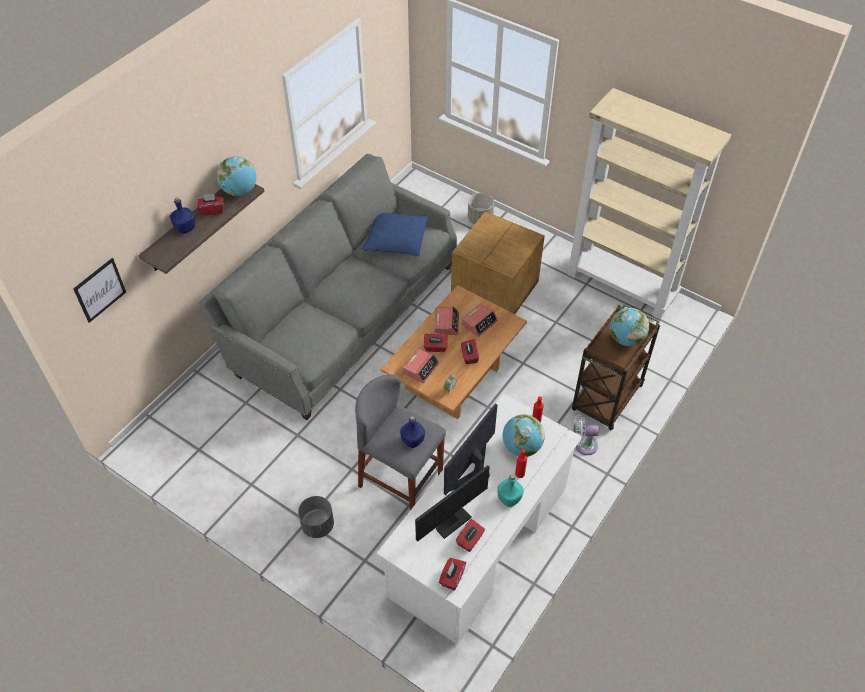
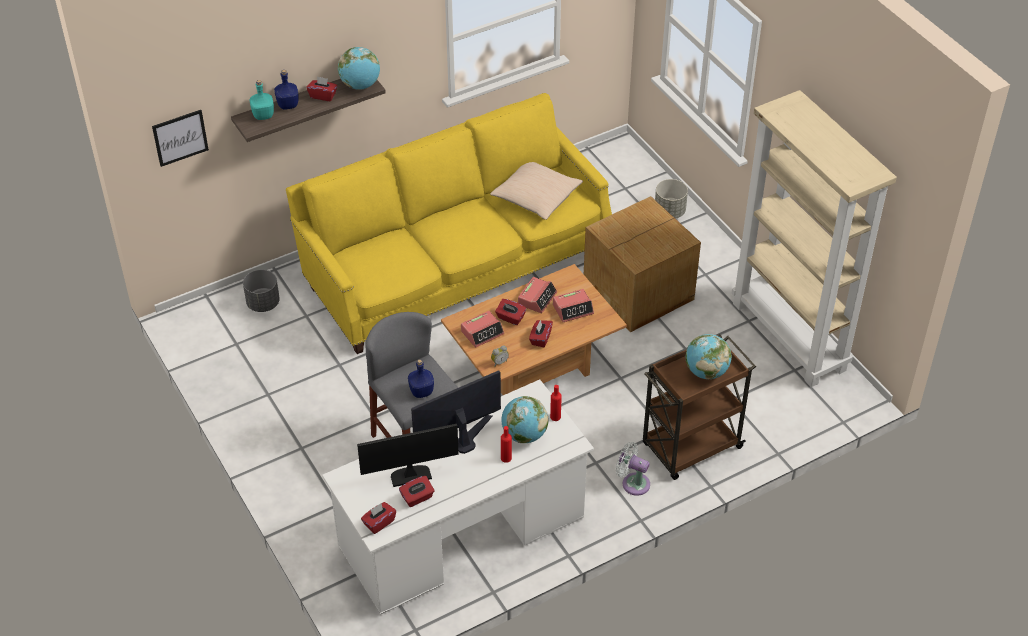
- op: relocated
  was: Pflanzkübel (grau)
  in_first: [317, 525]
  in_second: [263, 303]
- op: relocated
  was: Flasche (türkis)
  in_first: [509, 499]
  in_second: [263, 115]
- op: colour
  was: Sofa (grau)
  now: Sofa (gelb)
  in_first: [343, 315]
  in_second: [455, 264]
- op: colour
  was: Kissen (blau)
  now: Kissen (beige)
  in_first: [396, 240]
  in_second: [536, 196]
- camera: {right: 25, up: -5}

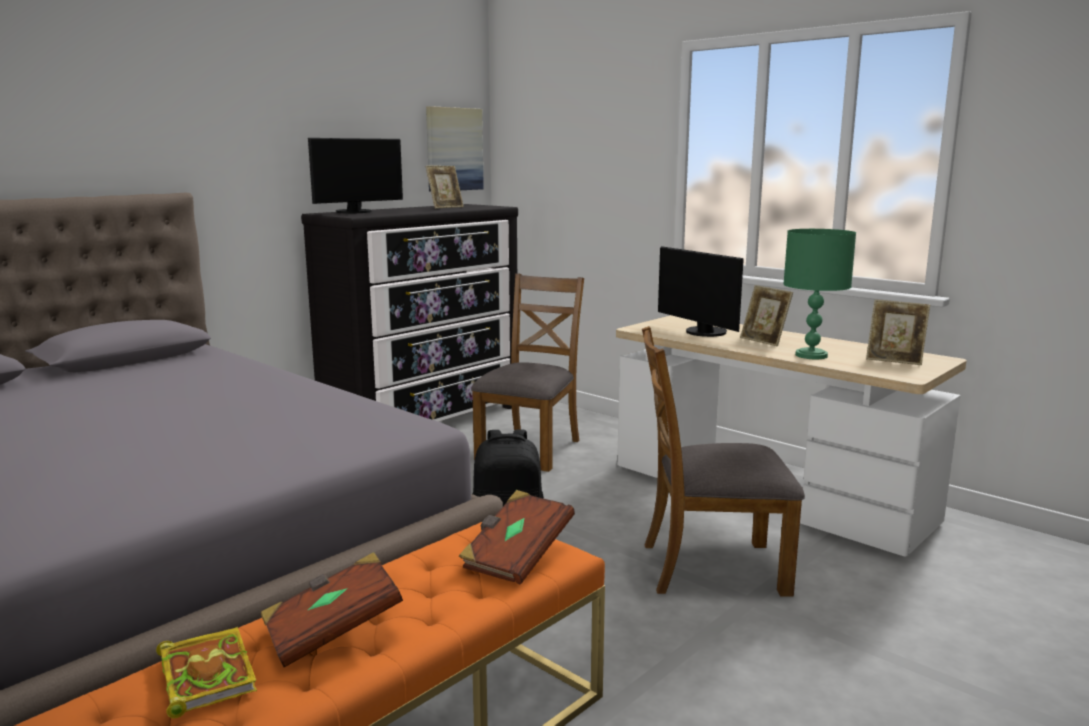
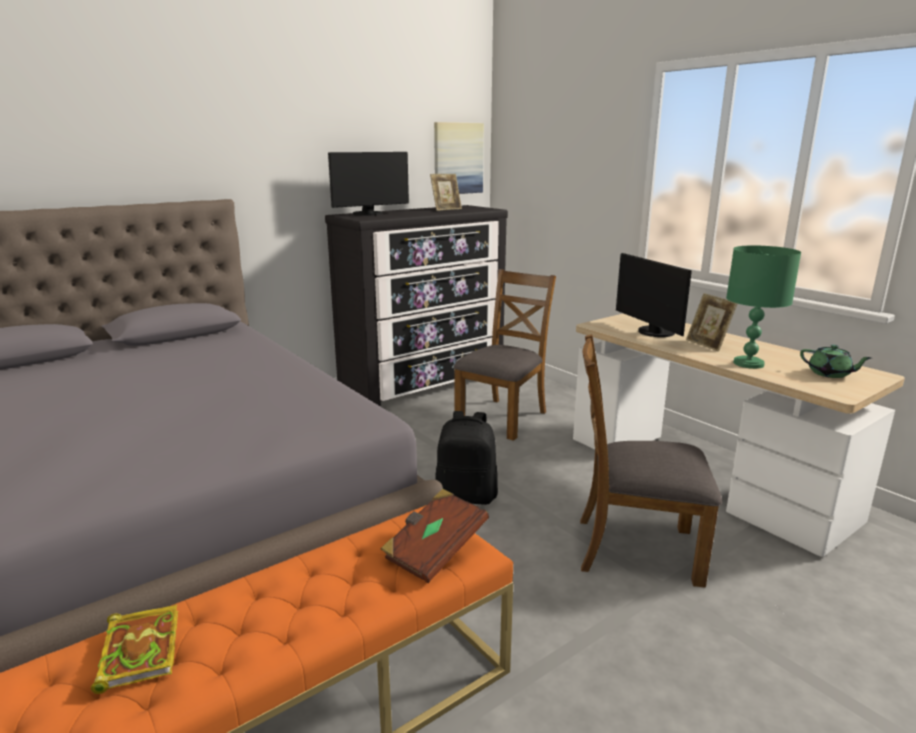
- op: missing
  was: Buch (braun)
  in_first: [332, 631]
- op: exchanged
  was: Bilderrahmen
  now: Teekanne (grün)
  in_first: [894, 360]
  in_second: [830, 374]
- camera: {right: 10, up: 5}

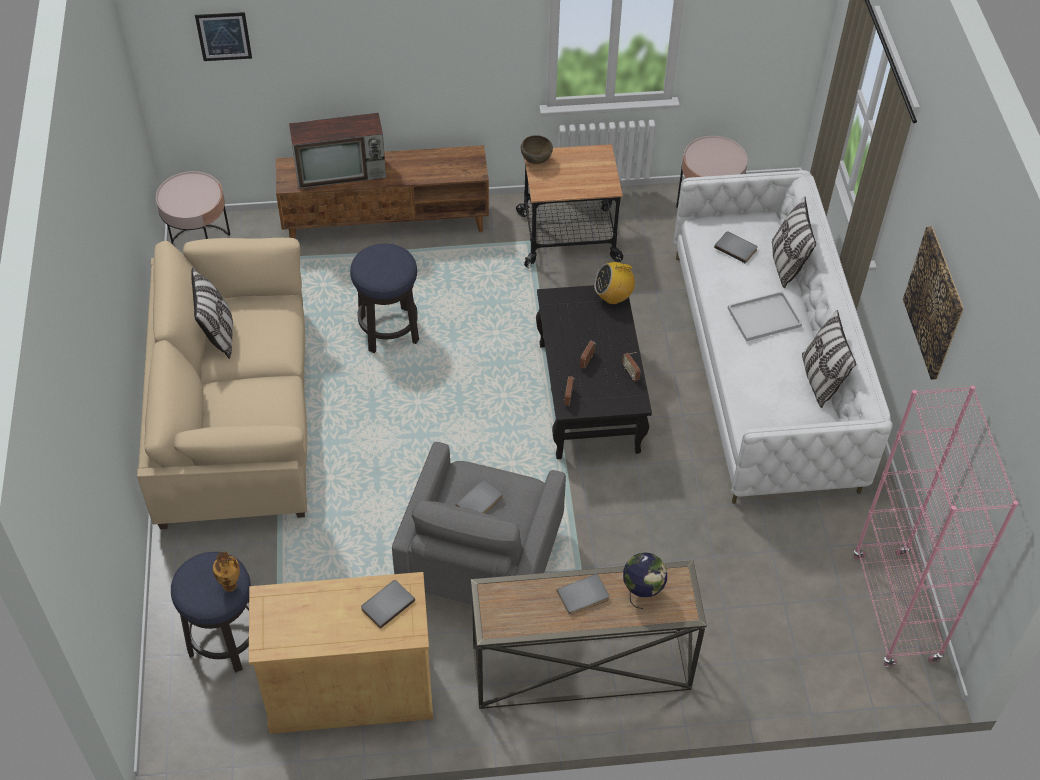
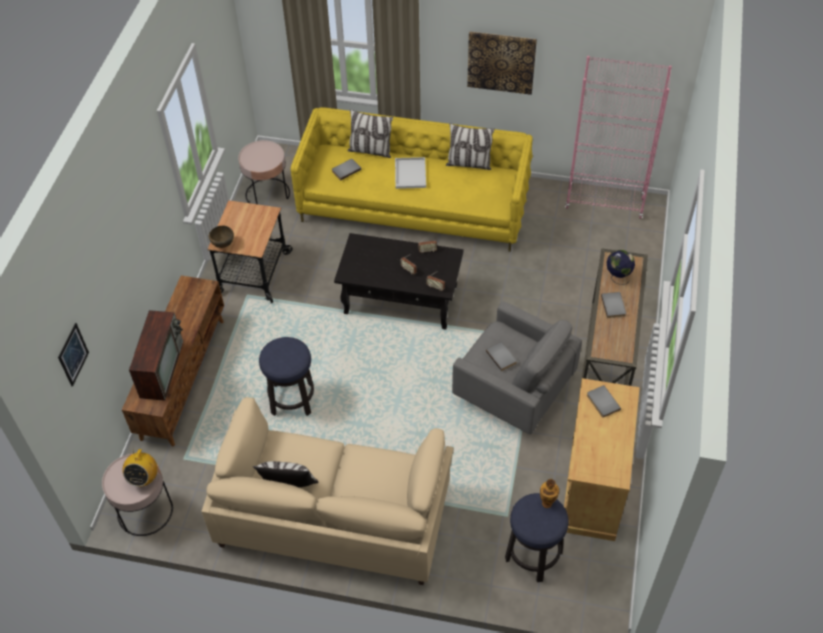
- op: relocated
  was: Radio
  in_first: [613, 297]
  in_second: [144, 478]
- op: colour
  was: Sofa (weiß)
  now: Sofa (gelb)
  in_first: [763, 369]
  in_second: [414, 206]
- camera: {right: -70, up: 0}

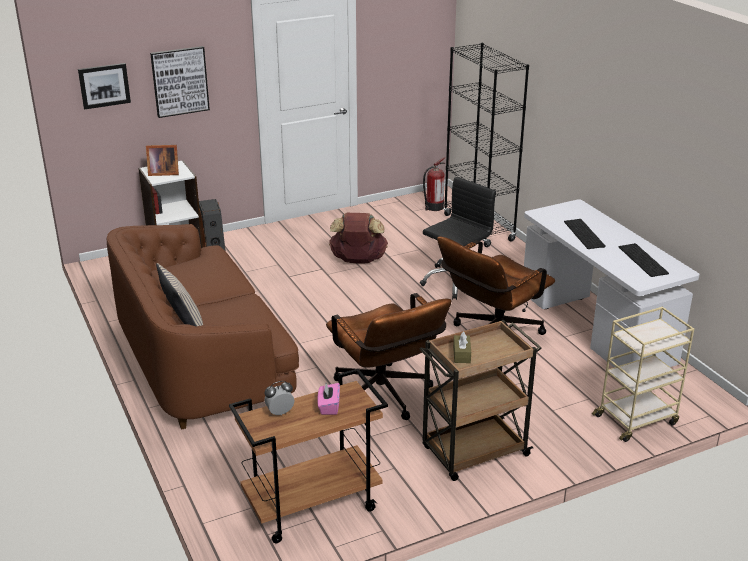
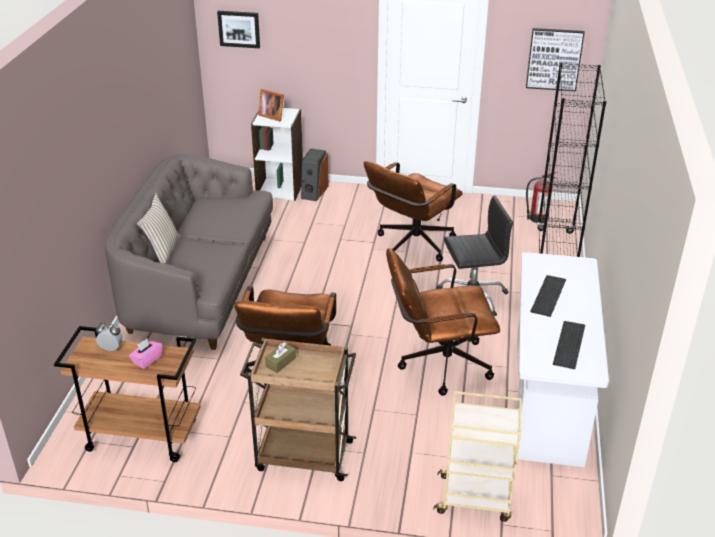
- op: relocated
  was: Bild
  in_first: [180, 81]
  in_second: [554, 59]
- op: exchanged
  was: Rucksack (braun)
  now: Bürostuhl (braun)
  in_first: [358, 261]
  in_second: [411, 246]
- op: colour
  was: Sofa (braun)
  now: Sofa (grau)
  in_first: [202, 360]
  in_second: [200, 285]
- camera: {right: 35, up: 5}

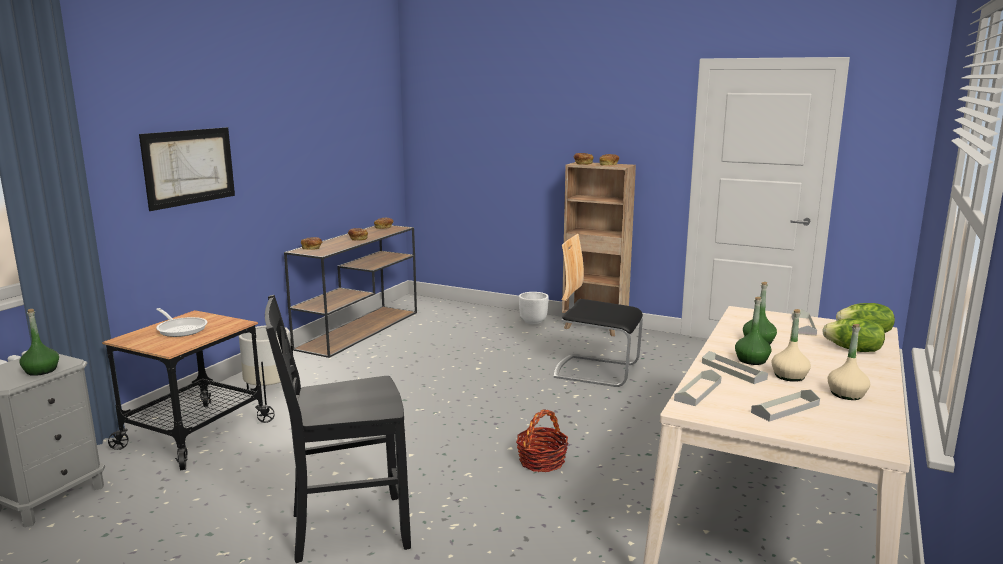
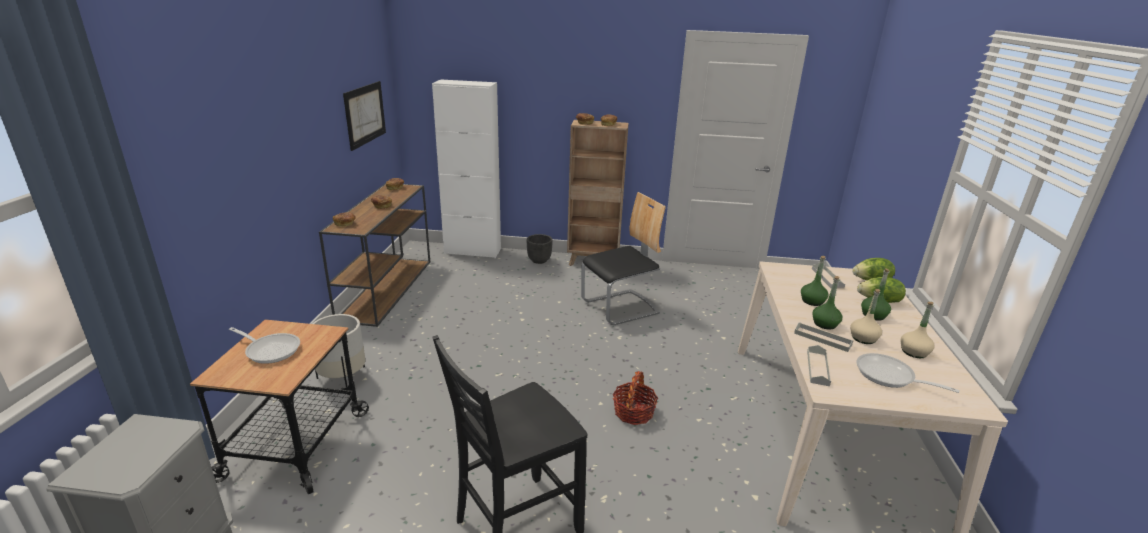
- op: appeared
  now: Schrank (weiß)
  in_second: [472, 251]
- op: relocated
  was: Flasche (grün)
  in_first: [41, 371]
  in_second: [873, 315]
- op: relocated
  was: Bild
  in_first: [189, 167]
  in_second: [365, 114]
- op: exchanged
  was: Tablett (grau)
  now: Pfanne
  in_first: [785, 409]
  in_second: [889, 376]
- op: colour
  was: Pflanzkübel (weiß)
  now: Pflanzkübel (schwarz)
  in_first: [533, 321]
  in_second: [539, 260]
- op: spun
  was: Stuhl
  in_first: [596, 370]
  in_second: [620, 307]
  clockwise: 150
- camera: {right: -20, up: 10}

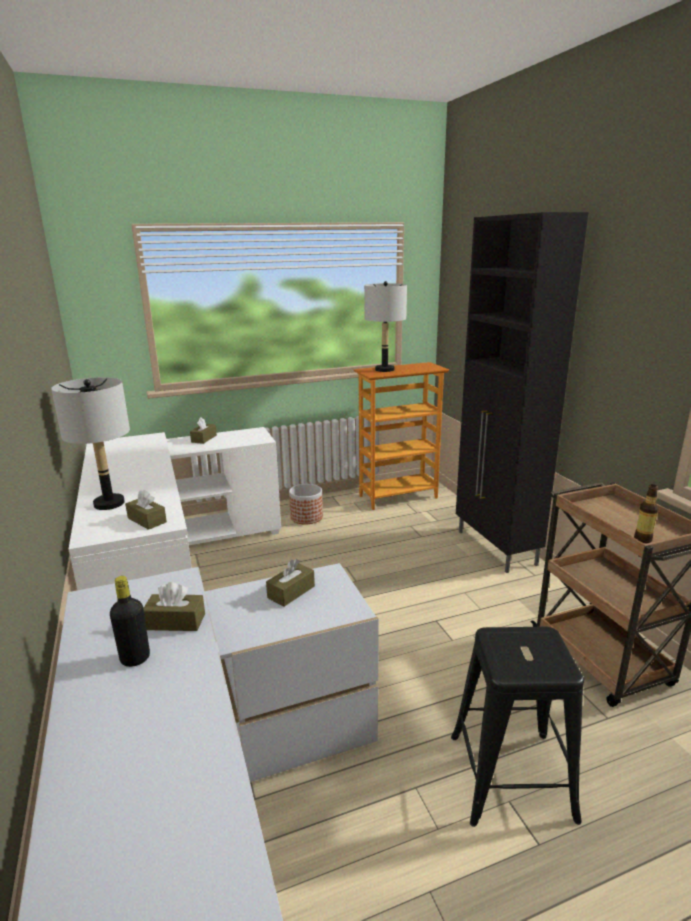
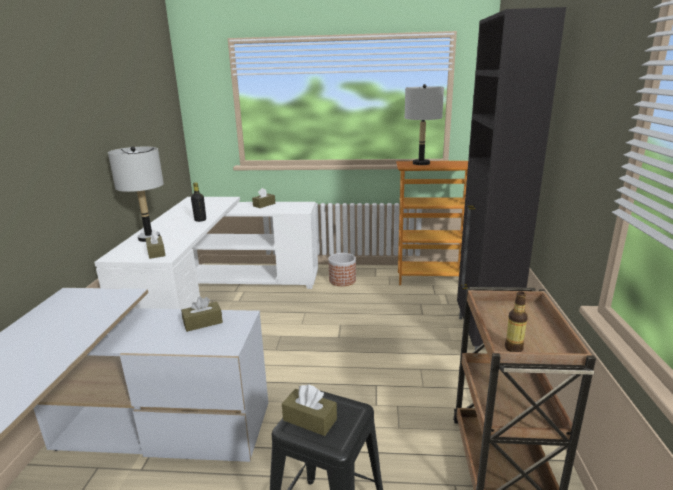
- op: relocated
  was: Flasche (schwarz)
  in_first: [135, 658]
  in_second: [200, 220]
- op: relocated
  was: Taschentuchbox (braun)
  in_first: [175, 622]
  in_second: [310, 419]
- camera: {right: 25, up: 0}

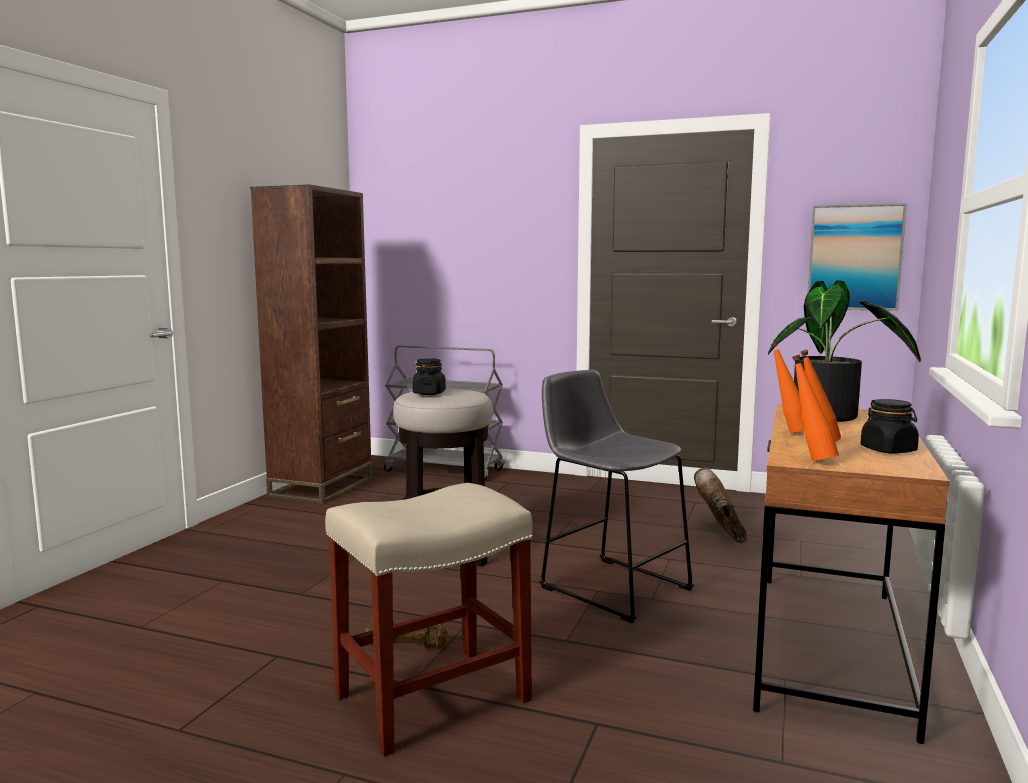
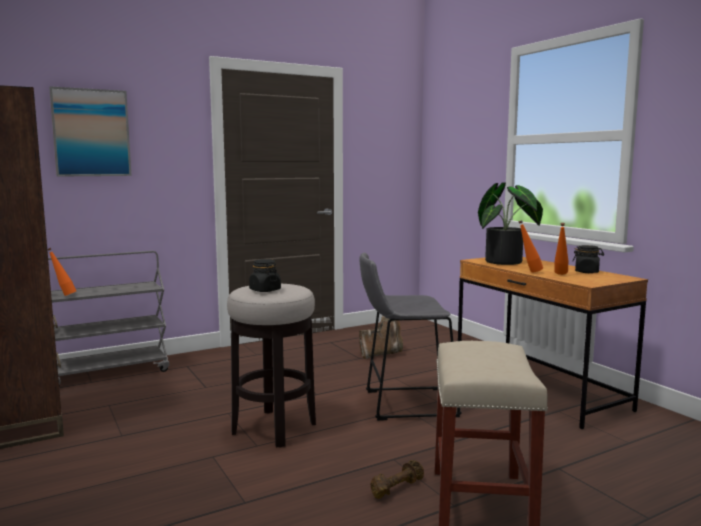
- op: relocated
  was: Flasche (orange)
  in_first: [810, 459]
  in_second: [63, 295]
- op: relocated
  was: Bild
  in_first: [854, 257]
  in_second: [91, 133]
- op: spun
  was: Stiefel (braun)
  in_first: [721, 531]
  in_second: [381, 354]
  clockwise: 120
- camera: {right: -50, up: 0}

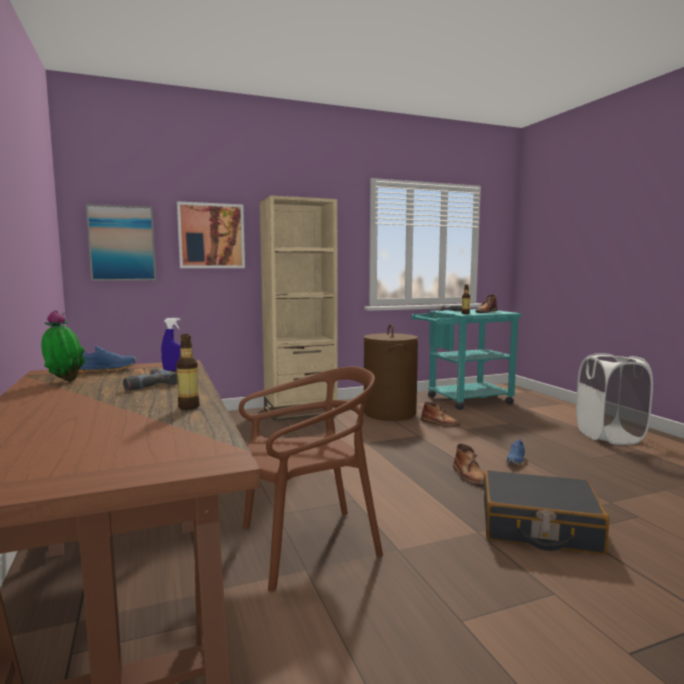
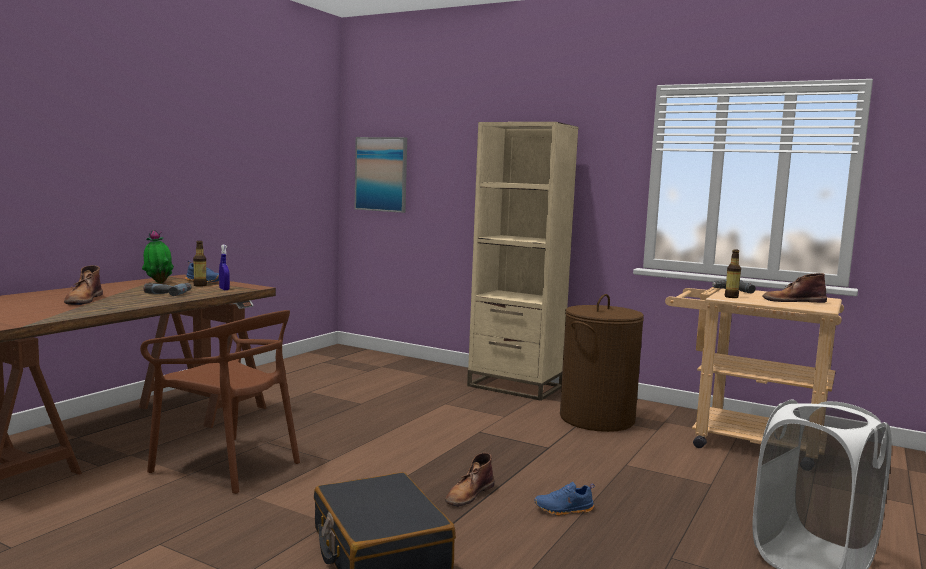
- op: missing
  was: Bild
  in_first: [211, 236]
- op: relocated
  was: Flasche
  in_first: [189, 407]
  in_second: [200, 285]
- op: relocated
  was: Stiefel (braun)
  in_first: [440, 423]
  in_second: [83, 299]
- op: colour
  was: Rollwagen (türkis)
  now: Rollwagen (beige)
  in_first: [463, 400]
  in_second: [743, 442]
- camera: {right: 50, up: 0}

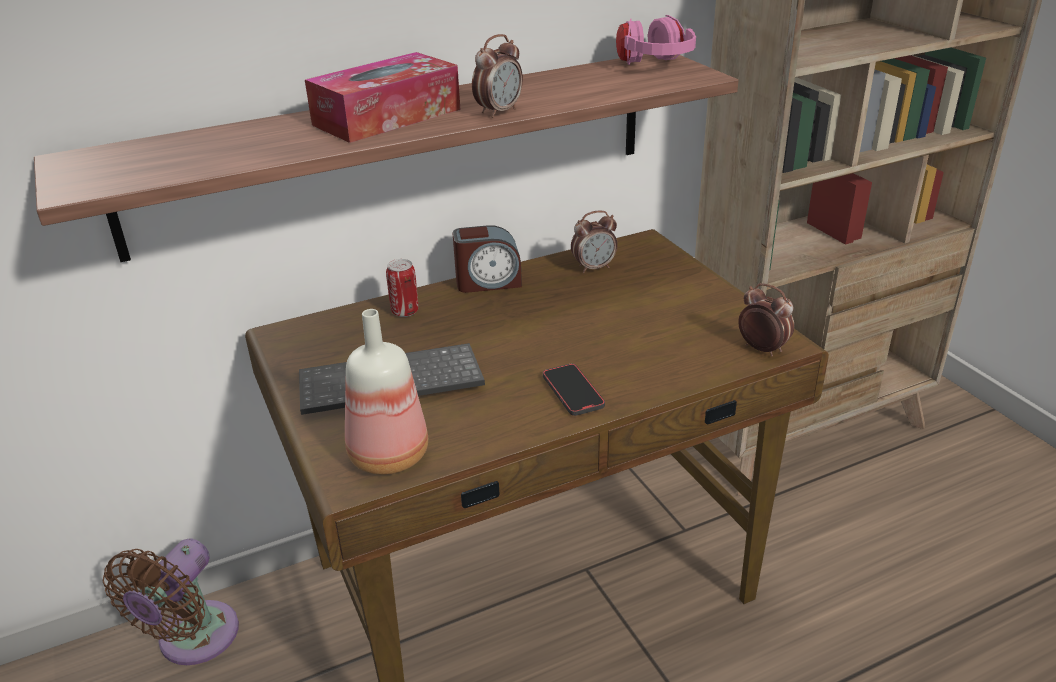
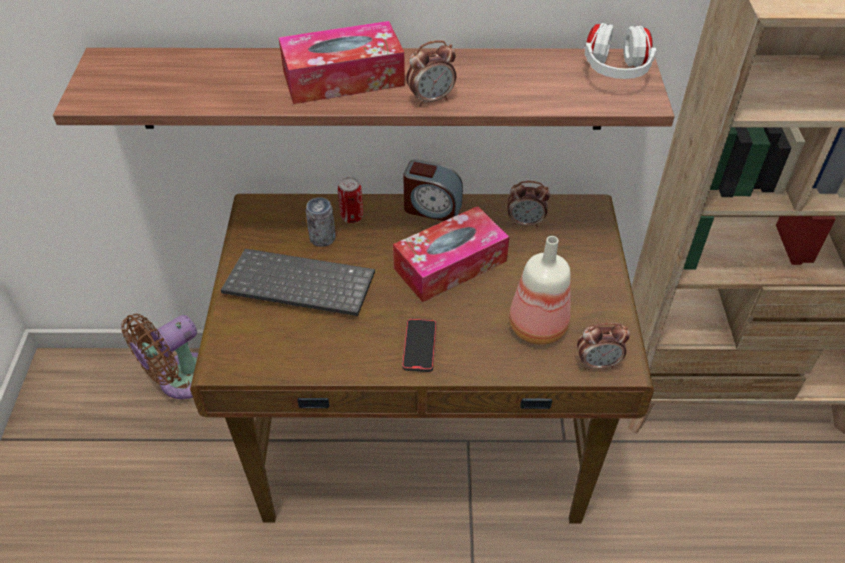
- op: appeared
  now: Dose
  in_second: [322, 238]
- op: appeared
  now: Taschentuchbox
  in_second: [450, 265]
- op: relocated
  was: Flasche
  in_first: [387, 457]
  in_second: [536, 327]
- op: colour
  was: Kopfhörer (rosa)
  now: Kopfhörer (weiß)
  in_first: [655, 67]
  in_second: [615, 73]
- op: spun
  was: Wecker
  in_first: [762, 349]
  in_second: [598, 363]
  clockwise: 105
- camera: {right: 25, up: 15}

